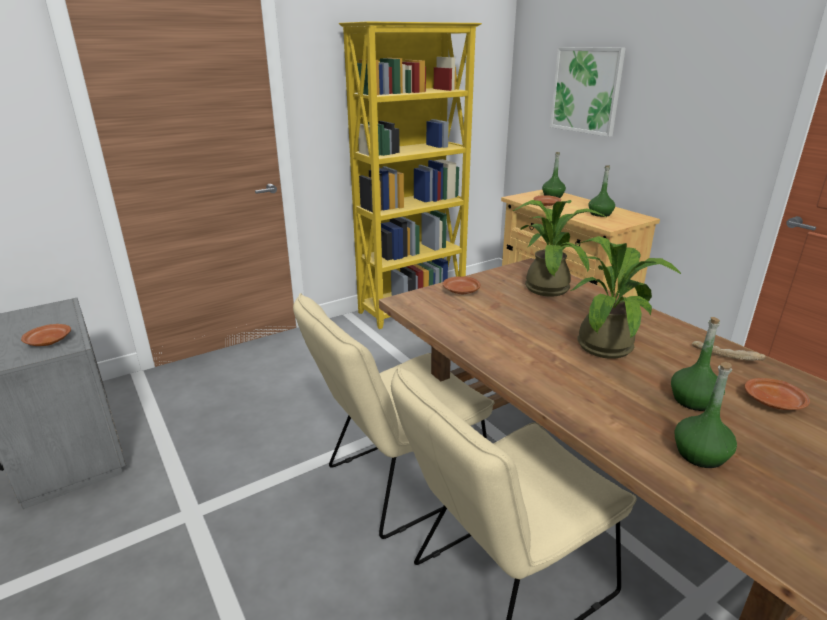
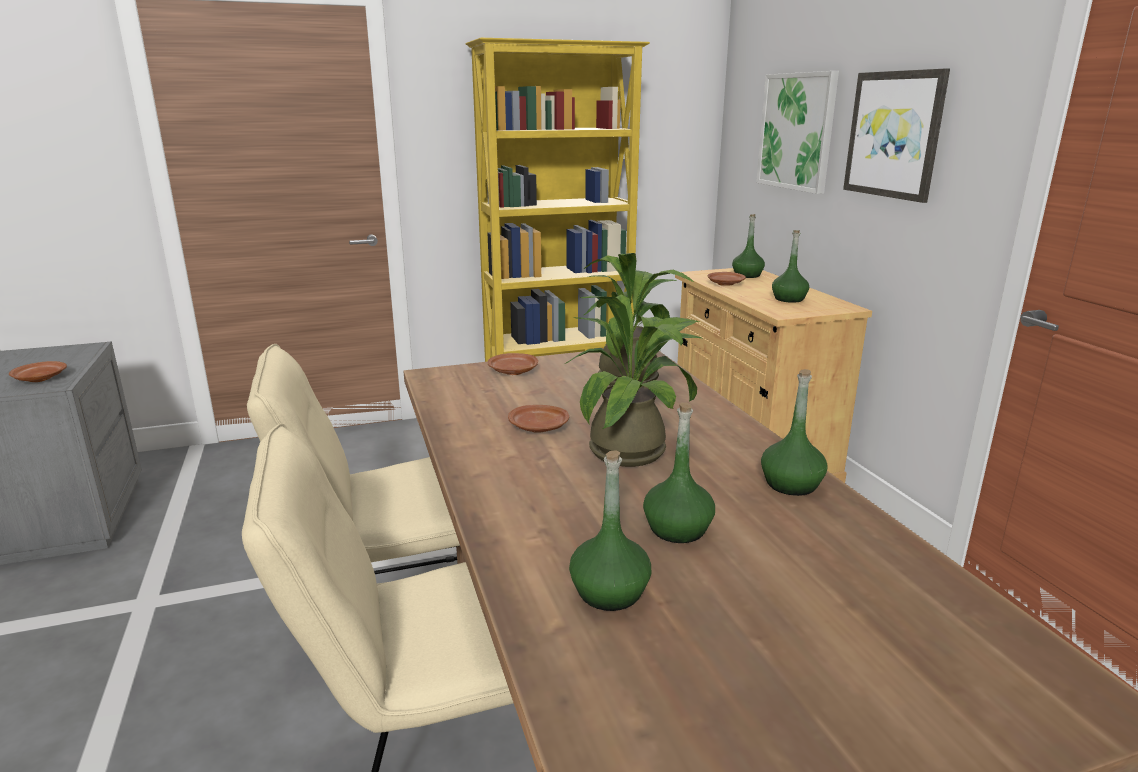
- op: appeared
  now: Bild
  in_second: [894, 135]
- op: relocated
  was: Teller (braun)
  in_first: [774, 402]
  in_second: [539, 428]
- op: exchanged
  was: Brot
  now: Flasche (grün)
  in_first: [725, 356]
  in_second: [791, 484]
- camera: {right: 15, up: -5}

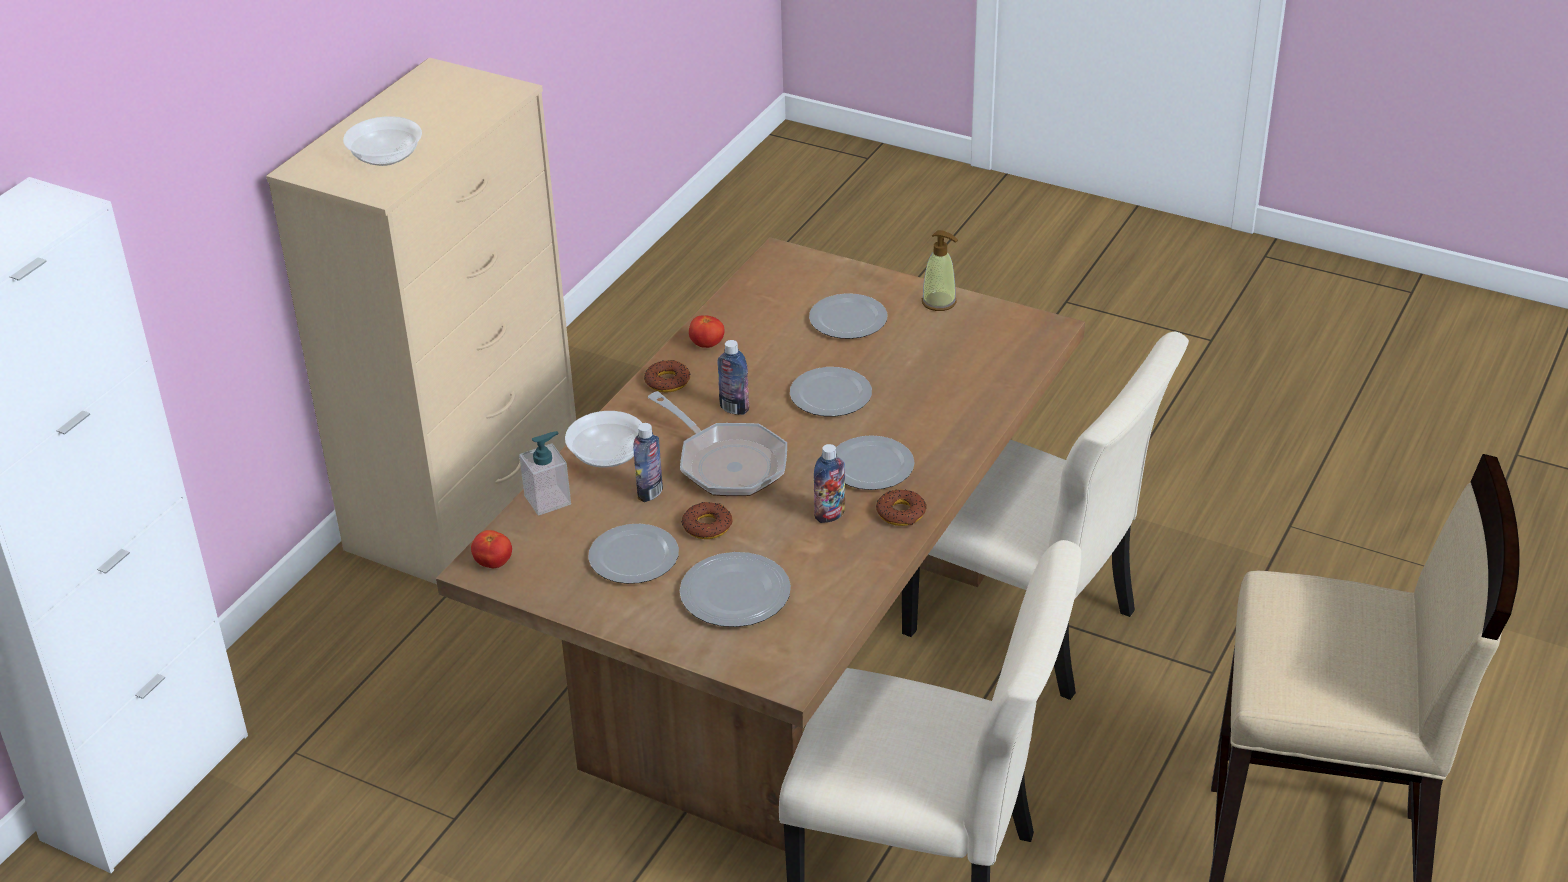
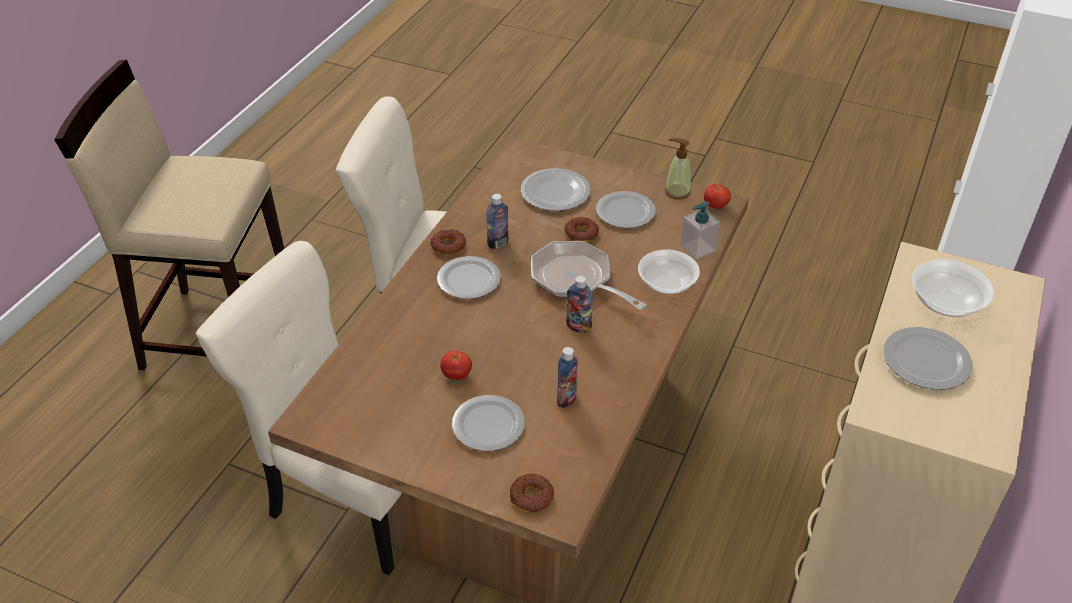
- op: relocated
  was: Flasche
  in_first: [650, 493]
  in_second: [566, 399]
- op: relocated
  was: Donut
  in_first: [667, 381]
  in_second: [531, 497]
- op: relocated
  was: Tomate
  in_first: [707, 345]
  in_second: [457, 375]
- op: relocated
  was: Teller
  in_first: [830, 396]
  in_second: [926, 360]
- op: relocated
  was: Seifenspender
  in_first: [939, 302]
  in_second: [677, 192]
- camera: {right: 175, up: 5}

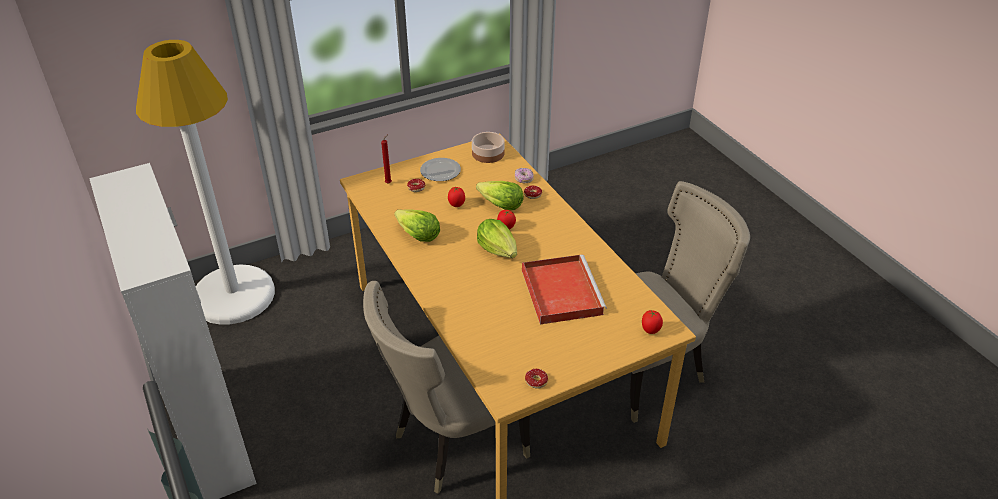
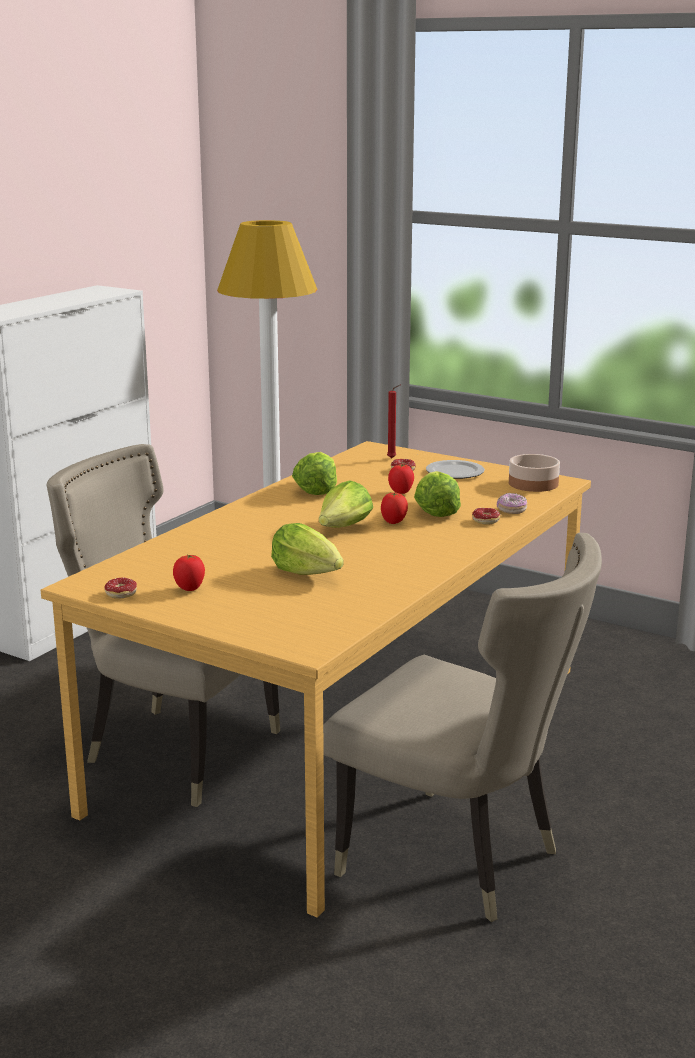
- op: relocated
  was: Tomate
  in_first: [650, 330]
  in_second: [190, 589]
- op: exchanged
  was: Tablett (rot)
  now: Salatkopf
  in_first: [560, 291]
  in_second: [308, 573]
- camera: {right: 60, up: -20}

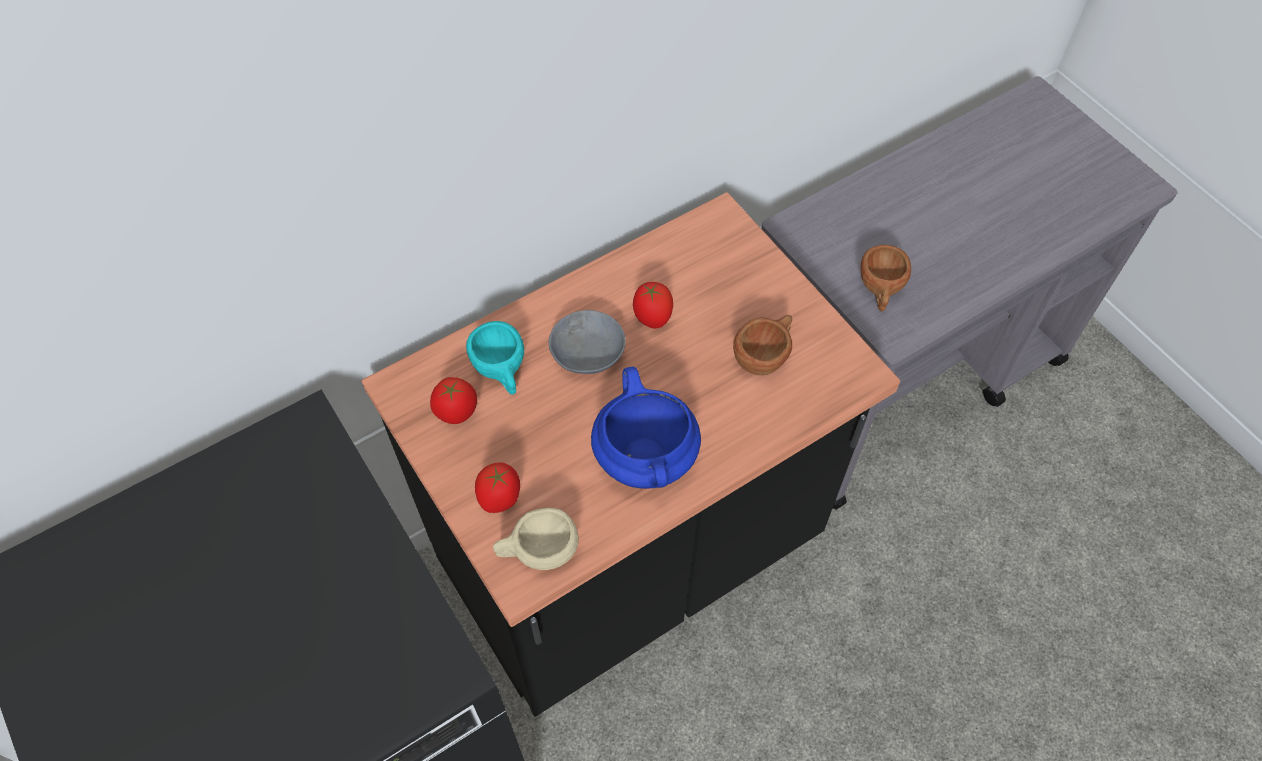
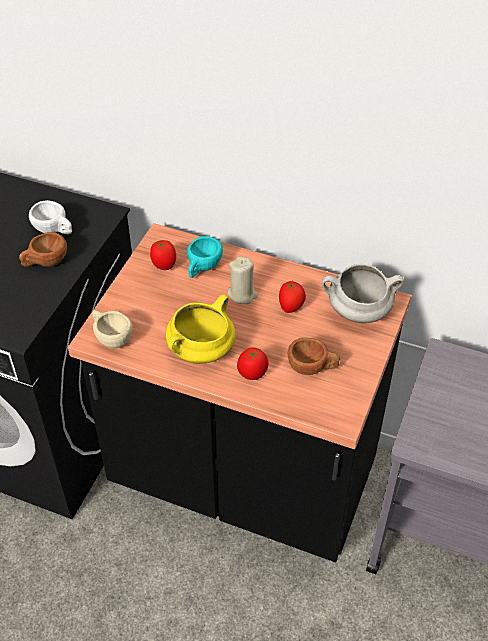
- op: appeared
  now: Tasse (weiß)
  in_second: [54, 230]
- op: appeared
  now: Kochtopf (weiß)
  in_second: [358, 312]
- op: relocated
  was: Tomate
  in_first: [500, 498]
  in_second: [252, 374]
- op: relocated
  was: Tasse (braun)
  in_first: [880, 290]
  in_second: [45, 262]
- op: exchanged
  was: Schüssel (grau)
  now: Kerze (beige)
  in_first: [587, 355]
  in_second: [242, 294]
- op: colour
  was: Kochtopf (blau)
  now: Kochtopf (gelb)
  in_first: [647, 458]
  in_second: [201, 351]
- camera: {right: 55, up: -10}

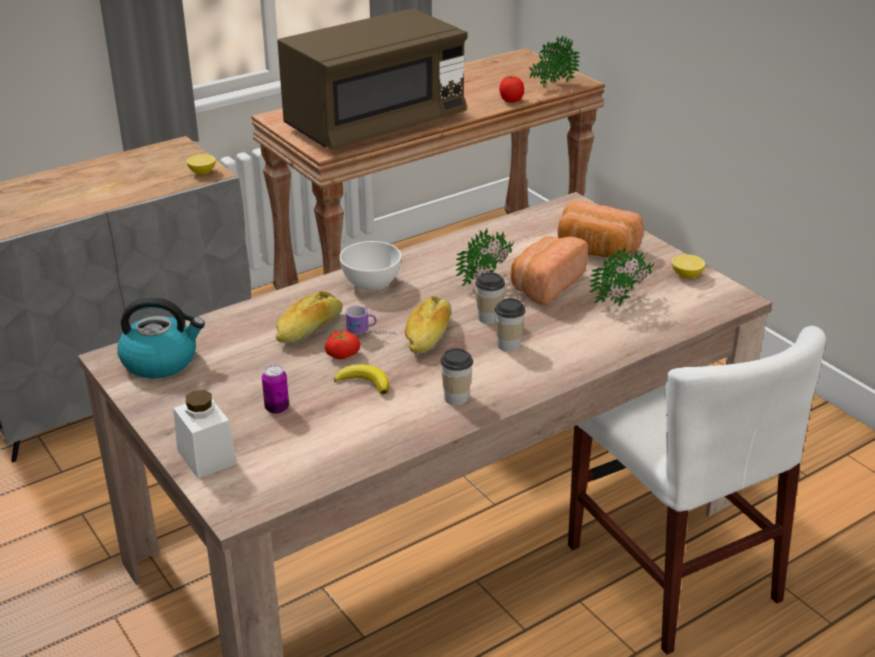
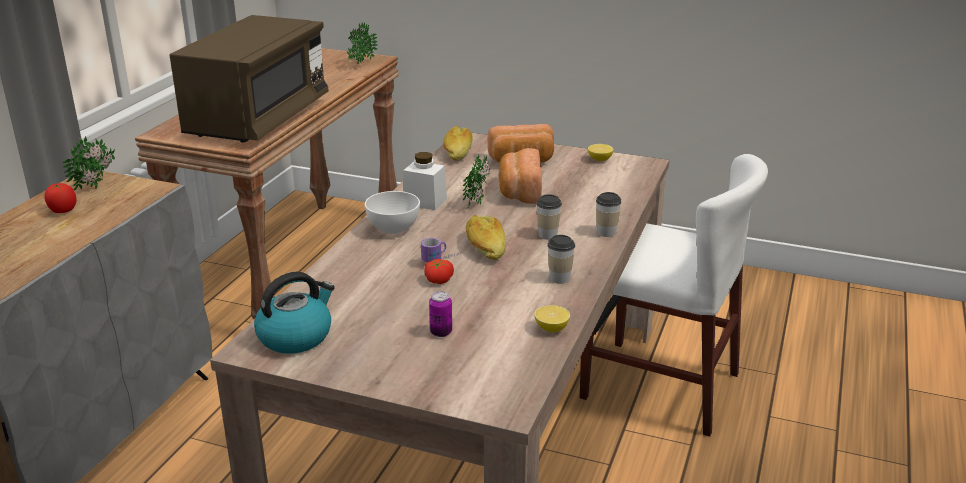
- op: missing
  was: Banane
  in_first: [364, 382]
- op: relocated
  was: Vorratsglas (weiß)
  in_first: [206, 457]
  in_second: [425, 201]
- op: relocated
  was: Zitrone
  in_first: [202, 172]
  in_second: [551, 328]
- op: relocated
  was: Brot
  in_first: [310, 329]
  in_second: [458, 152]
- op: relocated
  was: Tasse
  in_first: [489, 318]
  in_second: [606, 232]
- op: relocated
  was: Tomate
  in_first: [511, 101]
  in_second: [63, 211]
- op: relocated
  was: Topfpflanze
  in_first: [622, 302]
  in_second: [98, 185]
- camera: {right: -35, up: -5}

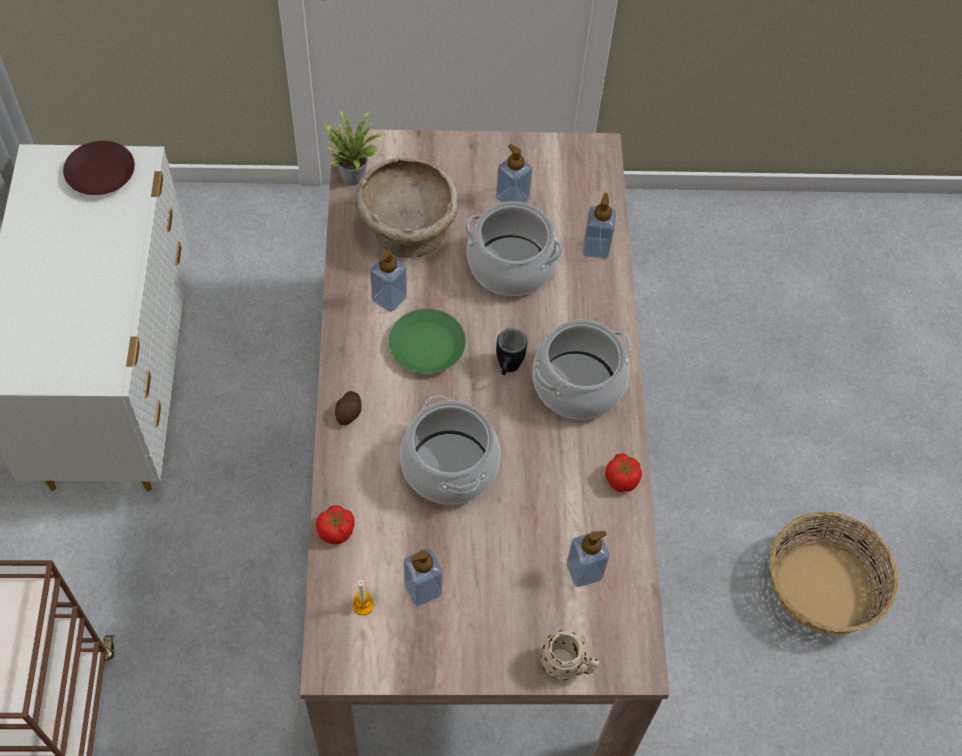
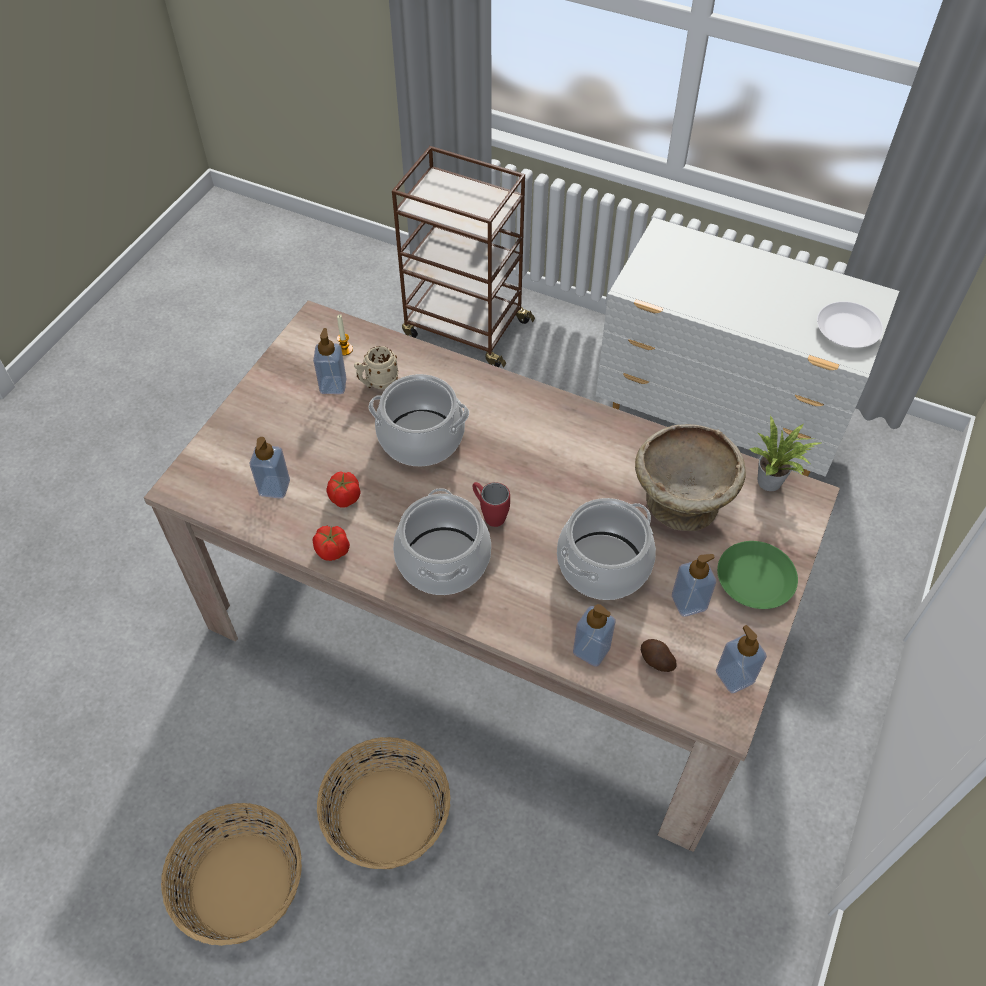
- op: appeared
  now: Korb
  in_second: [386, 817]
- op: relocated
  was: Tomate
  in_first: [336, 530]
  in_second: [345, 497]
- op: relocated
  was: Kartoffel
  in_first: [349, 412]
  in_second: [656, 661]
- op: relocated
  was: Seifenspender
  in_first: [389, 298]
  in_second: [734, 676]
- op: relocated
  was: Teller (grün)
  in_first: [426, 345]
  in_second: [755, 579]
- op: relocated
  was: Henkelbecher (beige)
  in_first: [567, 666]
  in_second: [377, 382]
- op: colour
  was: Teller (braun)
  now: Teller (weiß)
  in_first: [101, 173]
  in_second: [847, 331]
- op: colour
  was: Henkelbecher (schwarz)
  now: Henkelbecher (rot)
  in_first: [507, 369]
  in_second: [489, 514]
- camera: {right: 120, up: -5}

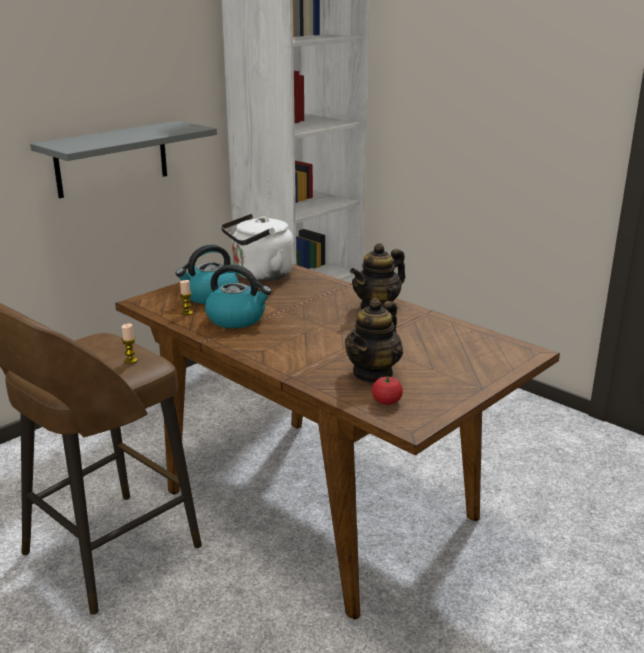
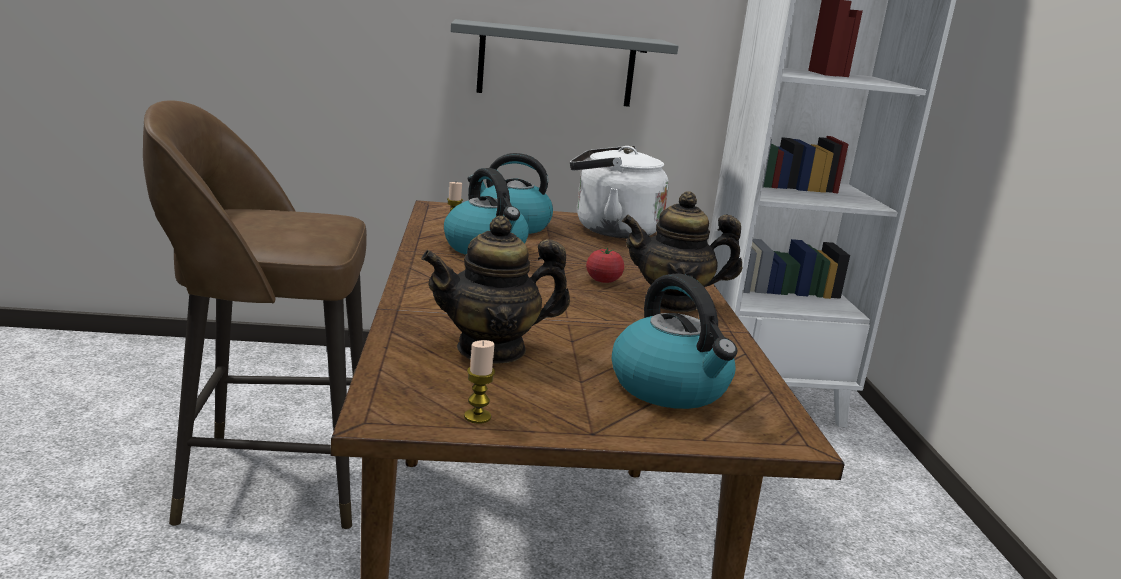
- op: appeared
  now: Wasserkessel
  in_second: [671, 388]
- op: relocated
  was: Kerze
  in_first: [130, 360]
  in_second: [477, 417]
- op: relocated
  was: Tomate
  in_first: [386, 401]
  in_second: [603, 280]
- camera: {right: 40, up: -5}

